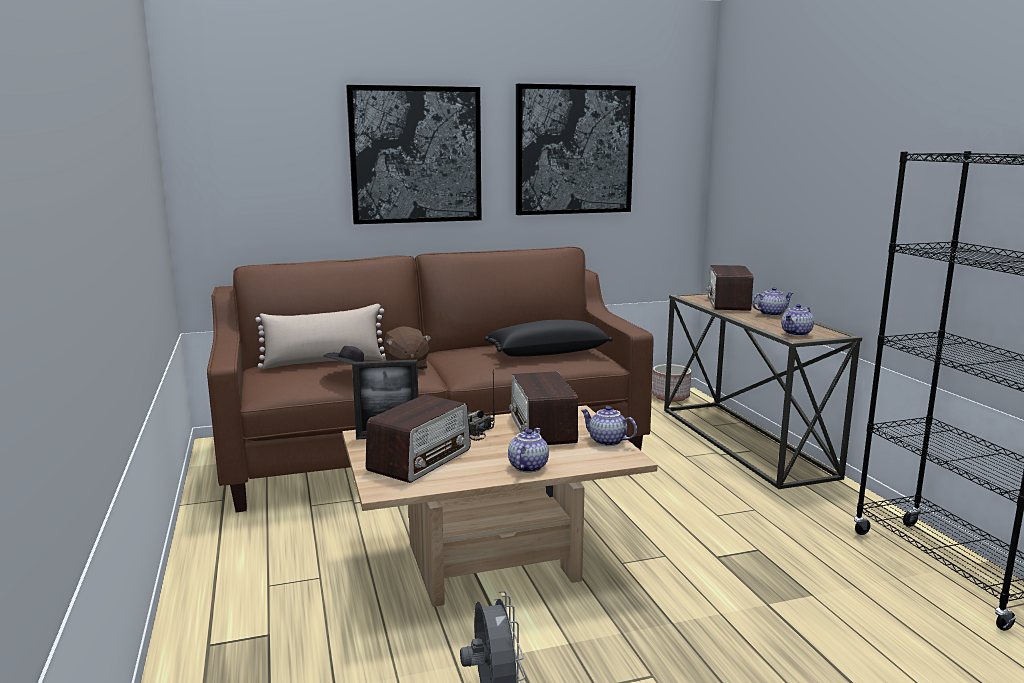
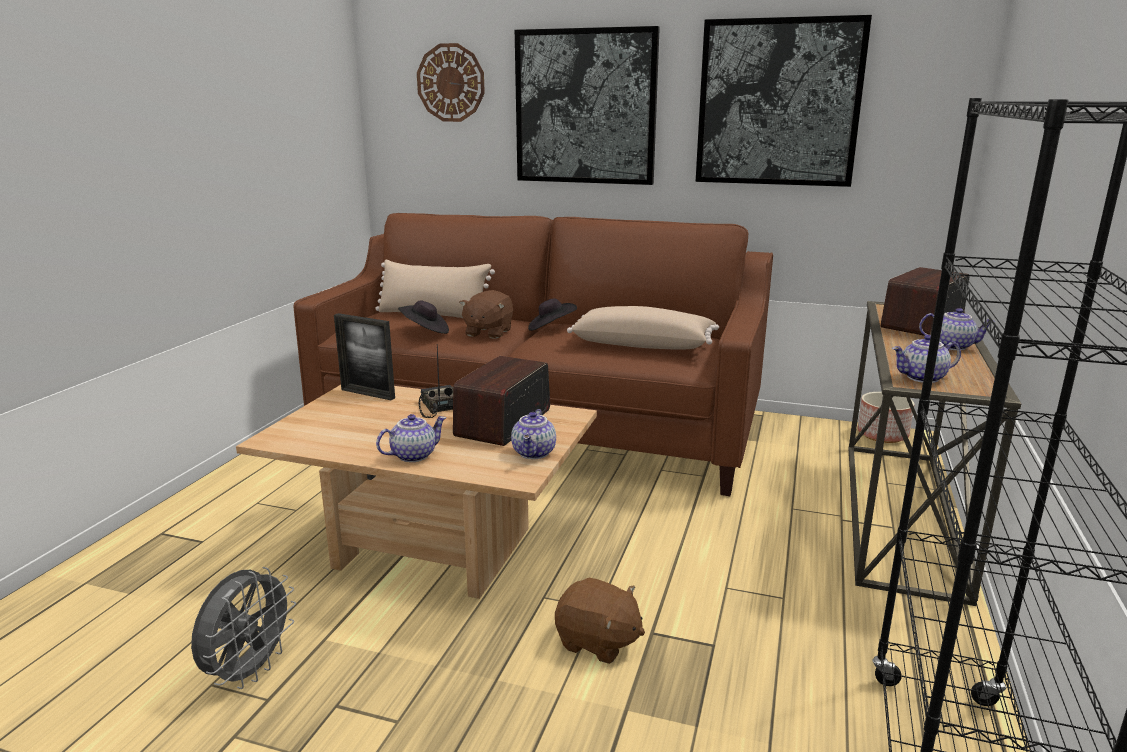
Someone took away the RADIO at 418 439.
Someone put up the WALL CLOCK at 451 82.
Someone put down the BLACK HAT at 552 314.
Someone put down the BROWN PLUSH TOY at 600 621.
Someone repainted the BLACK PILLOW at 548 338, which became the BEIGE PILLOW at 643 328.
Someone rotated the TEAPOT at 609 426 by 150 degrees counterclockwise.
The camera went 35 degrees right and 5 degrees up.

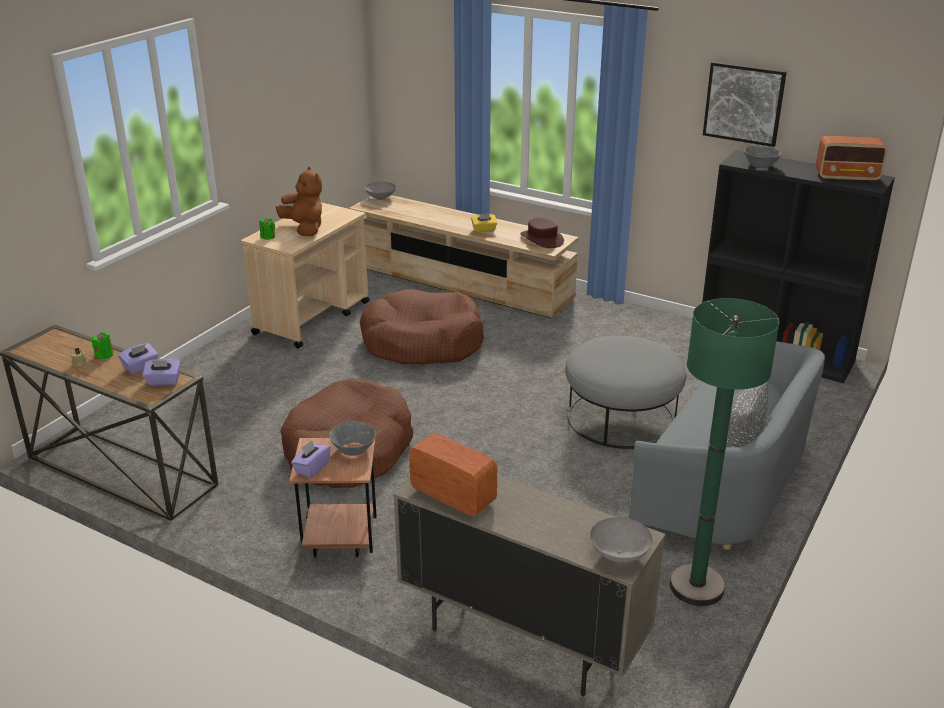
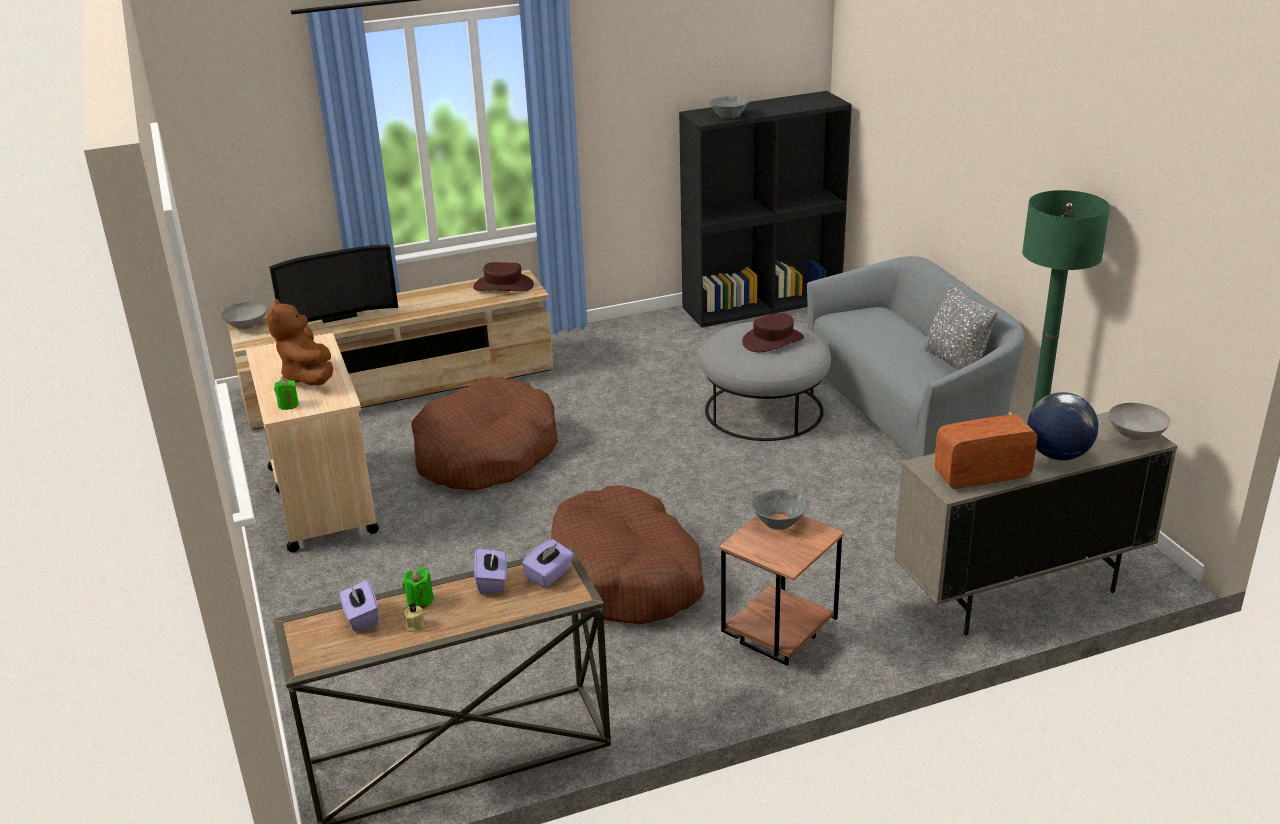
Someone took away the YELLOW TISSUE BOX at 484 223.
Someone took away the PICTURE at 745 104.
Someone took away the RADIO at 851 159.
Someone put down the TELEVISION at 333 284.
Someone put down the BROWN HAT at 773 332.
Someone put down the GLOBE at 1063 426.
Someone carried the PURPLE TISSUE BOX from 311 459 to 359 606.
Someone rotated the BROWN PLUSH TOY at 299 201 by 105 degrees counterclockwise.
The camera went 50 degrees left and 0 degrees up.

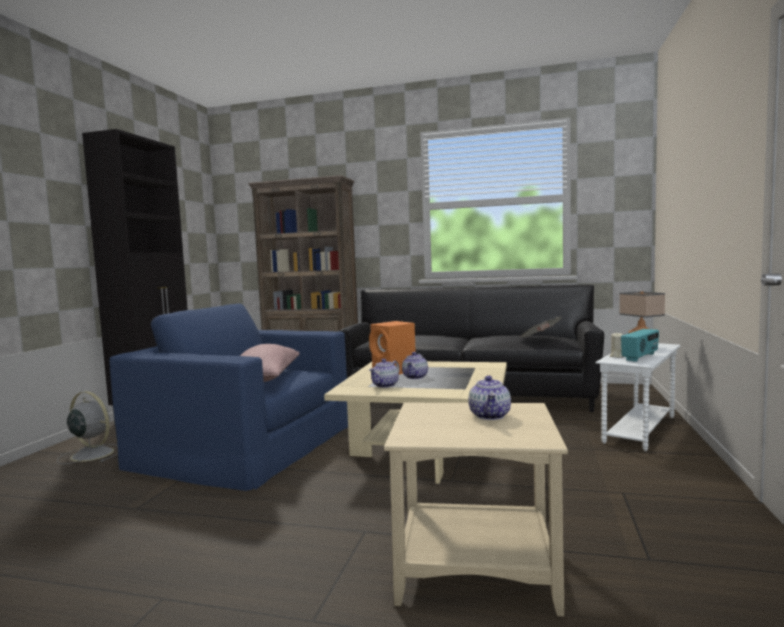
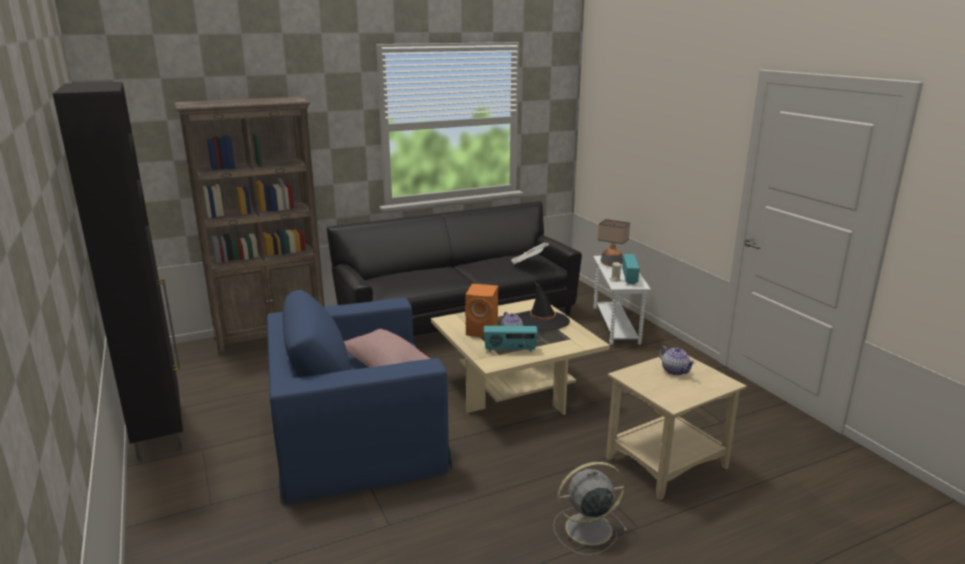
Someone put down the BLACK HAT at 544 306.
Someone carried the GREY FAN from 87 427 to 590 508.
Someone swapped the TEAPOT at 384 373 for the RADIO at 511 339.
The camera went 40 degrees left and 15 degrees up.

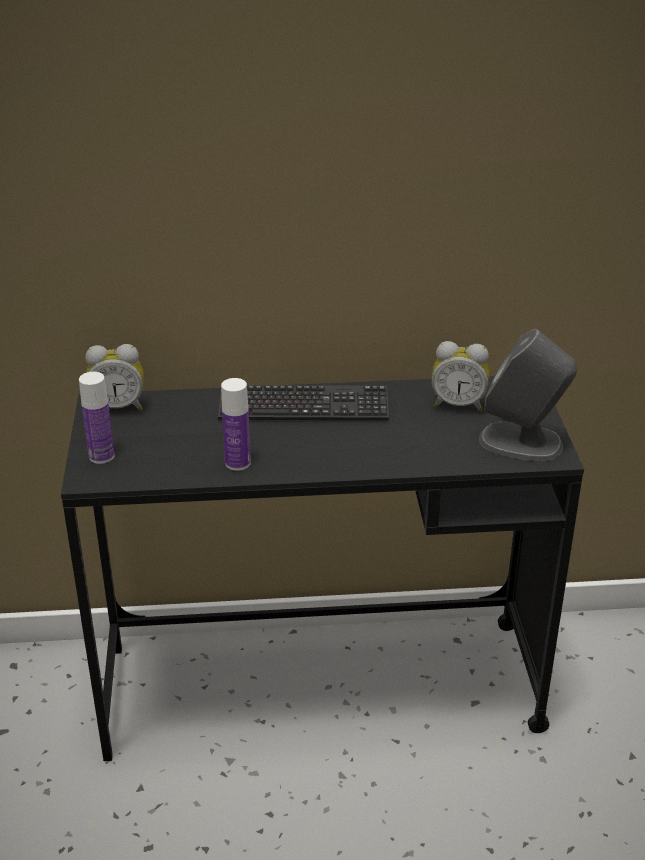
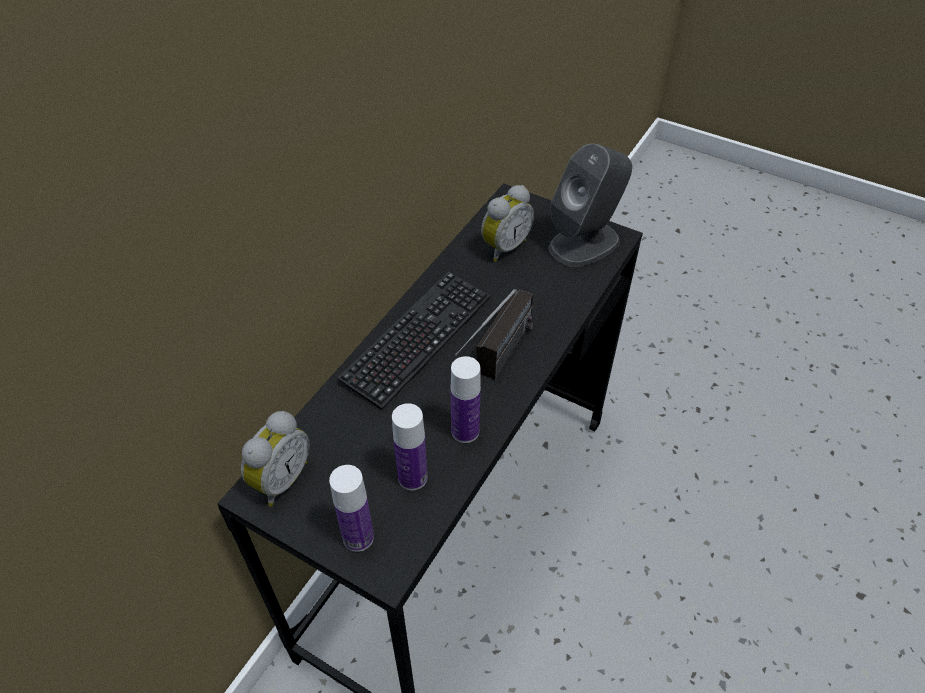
Someone put down the BOTTLE at 409 446.
Someone put down the RADIO at 494 334.
The camera went 55 degrees left and 15 degrees up.

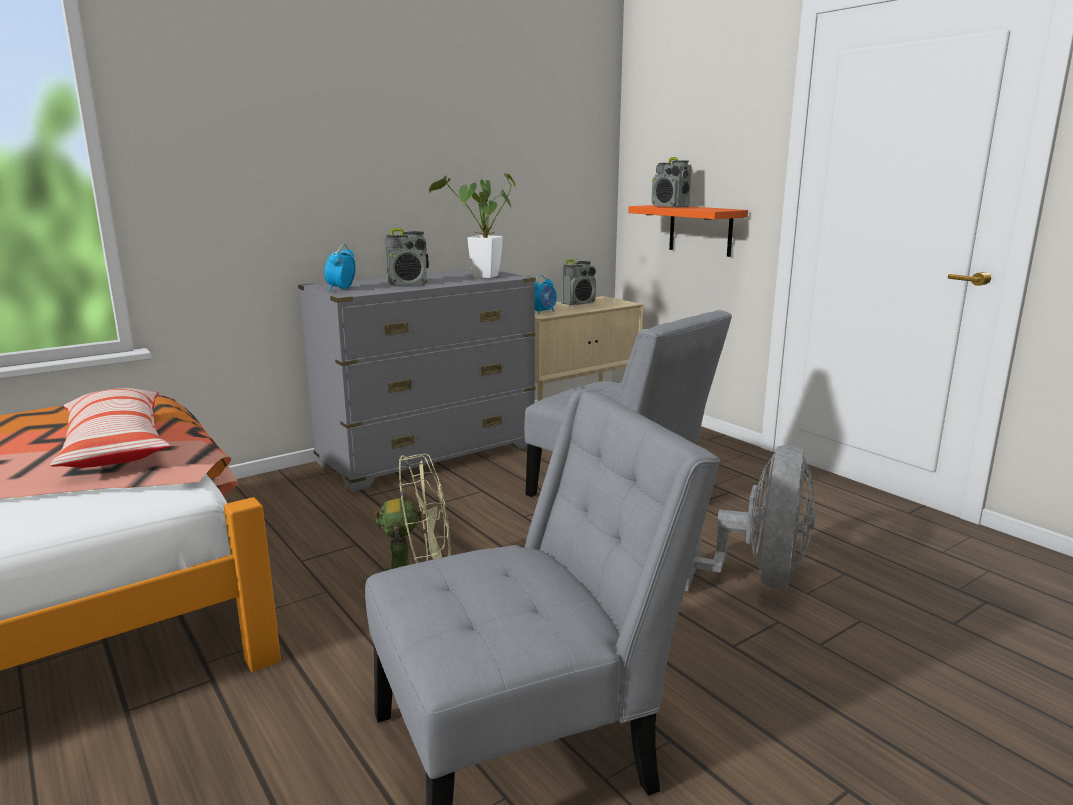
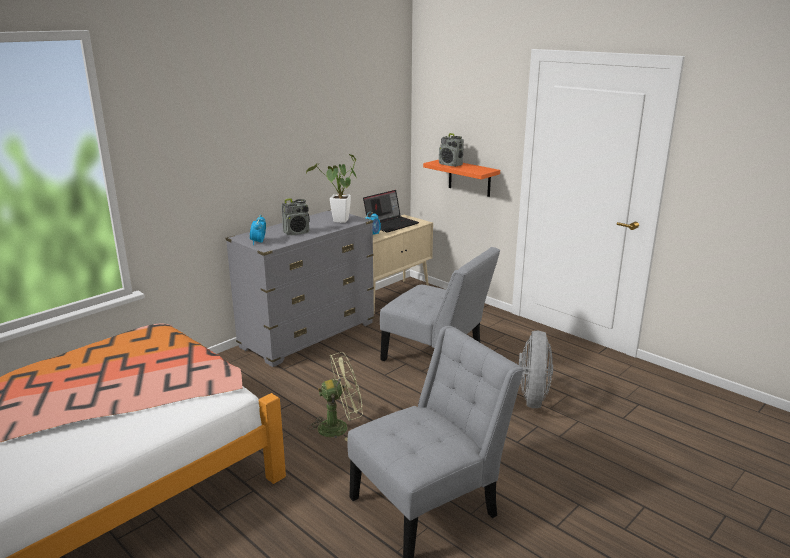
Someone took away the PILLOW at 110 428.
Someone swapped the RADIO at 578 282 for the LAPTOP at 391 211.
The camera went 10 degrees left and 5 degrees up.

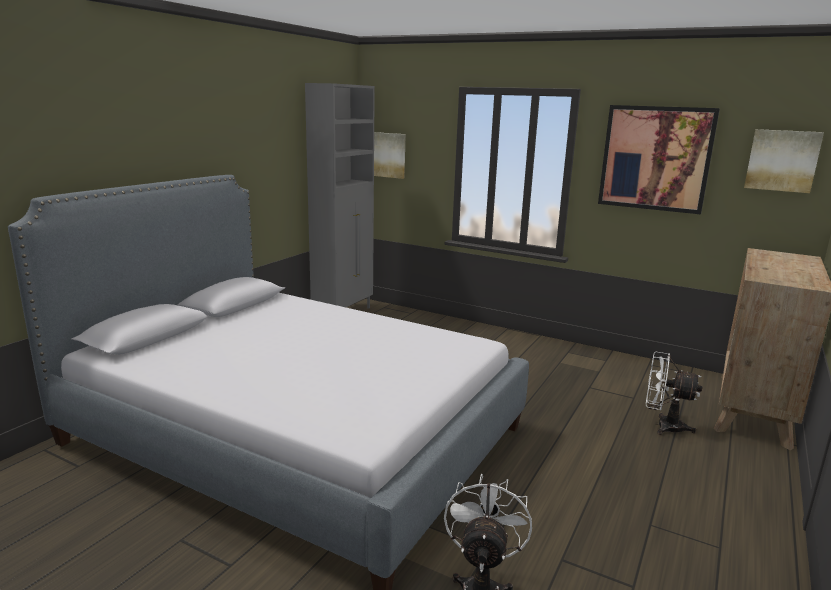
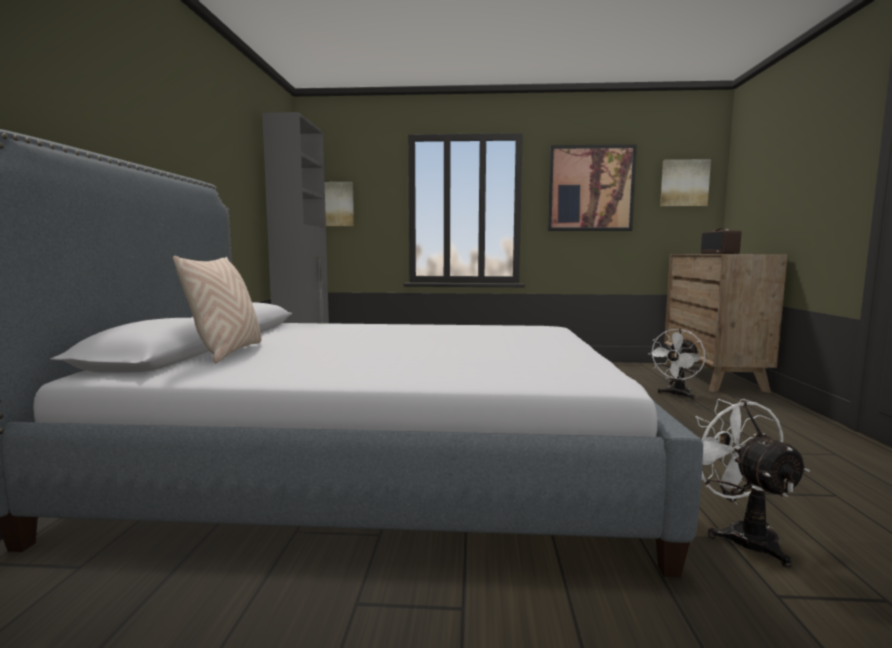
Someone put down the BEIGE PILLOW at 217 309.
Someone put down the RADIO at 721 241.
Someone rotated the WHITE FAN at 674 393 by 45 degrees counterclockwise.
The camera went 25 degrees left and 10 degrees down.

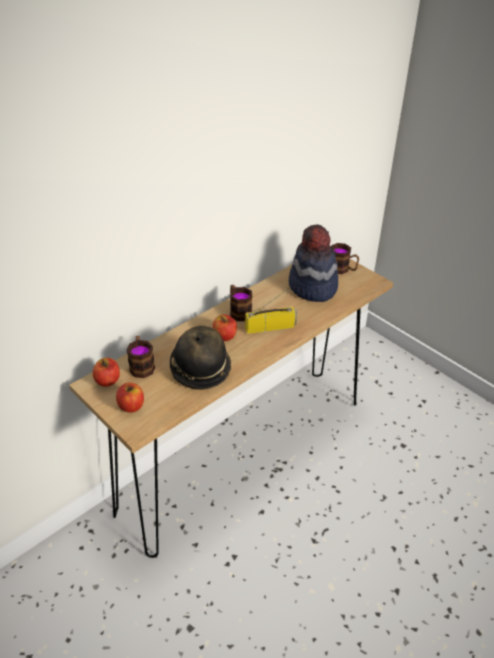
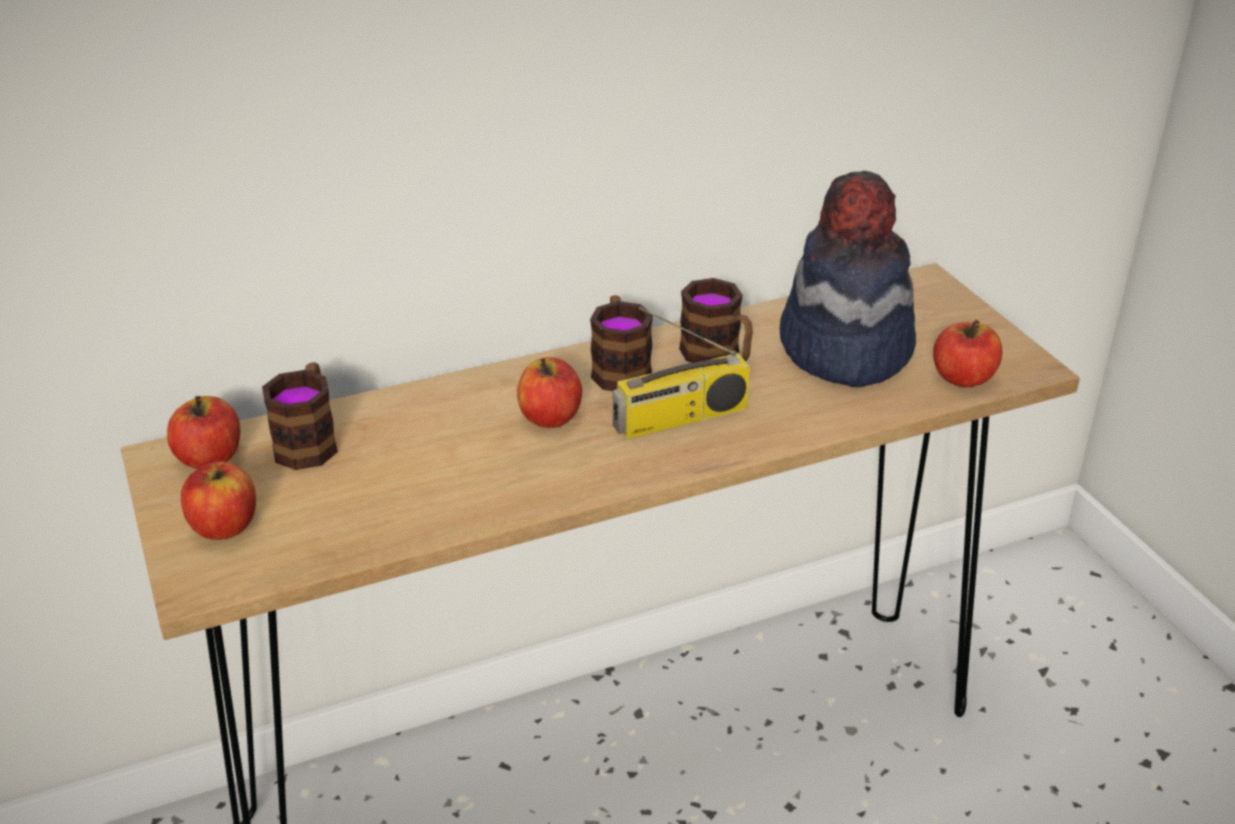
Someone took away the HAT at 200 358.
Someone put down the APPLE at 968 353.
Someone carried the MUG from 345 258 to 716 320.
Someone rotated the RADIO at 271 311 by 150 degrees clockwise.
The camera went 20 degrees right and 5 degrees down.

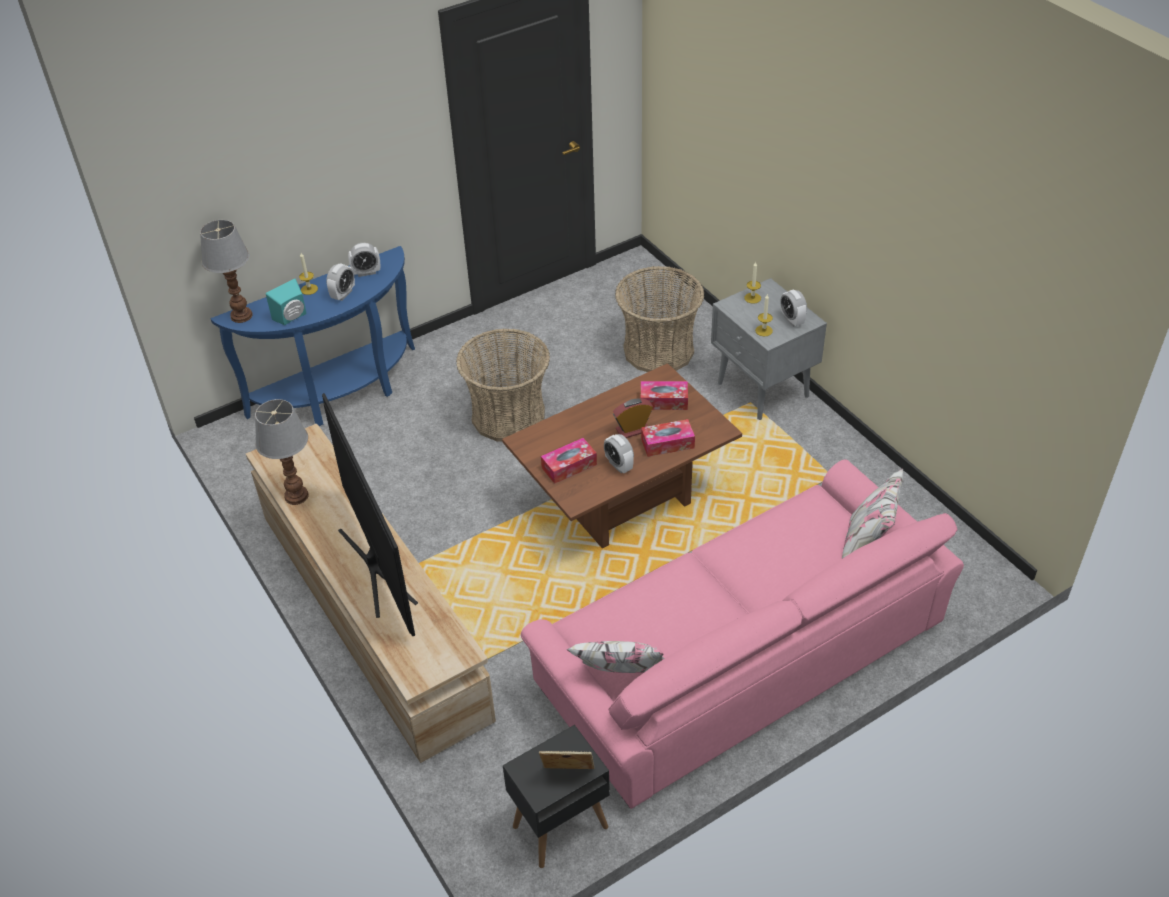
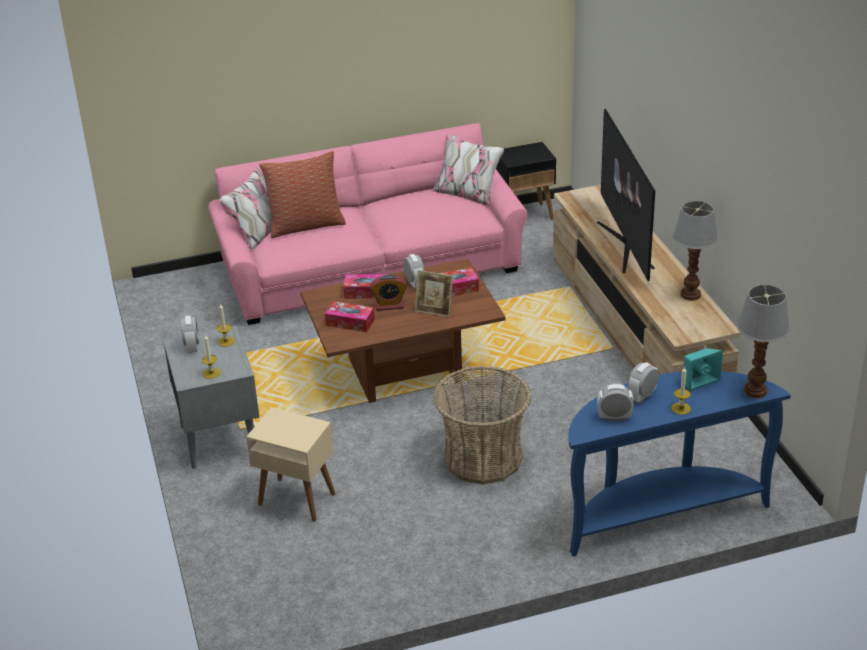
Someone put down the PILLOW at 302 194.
Someone carried the PICTURE FRAME from 566 760 to 434 293.
Someone swapped the BASKET at 659 319 for the BEIGE SIDE TABLE at 291 464.
The camera went 165 degrees left and 10 degrees down.

